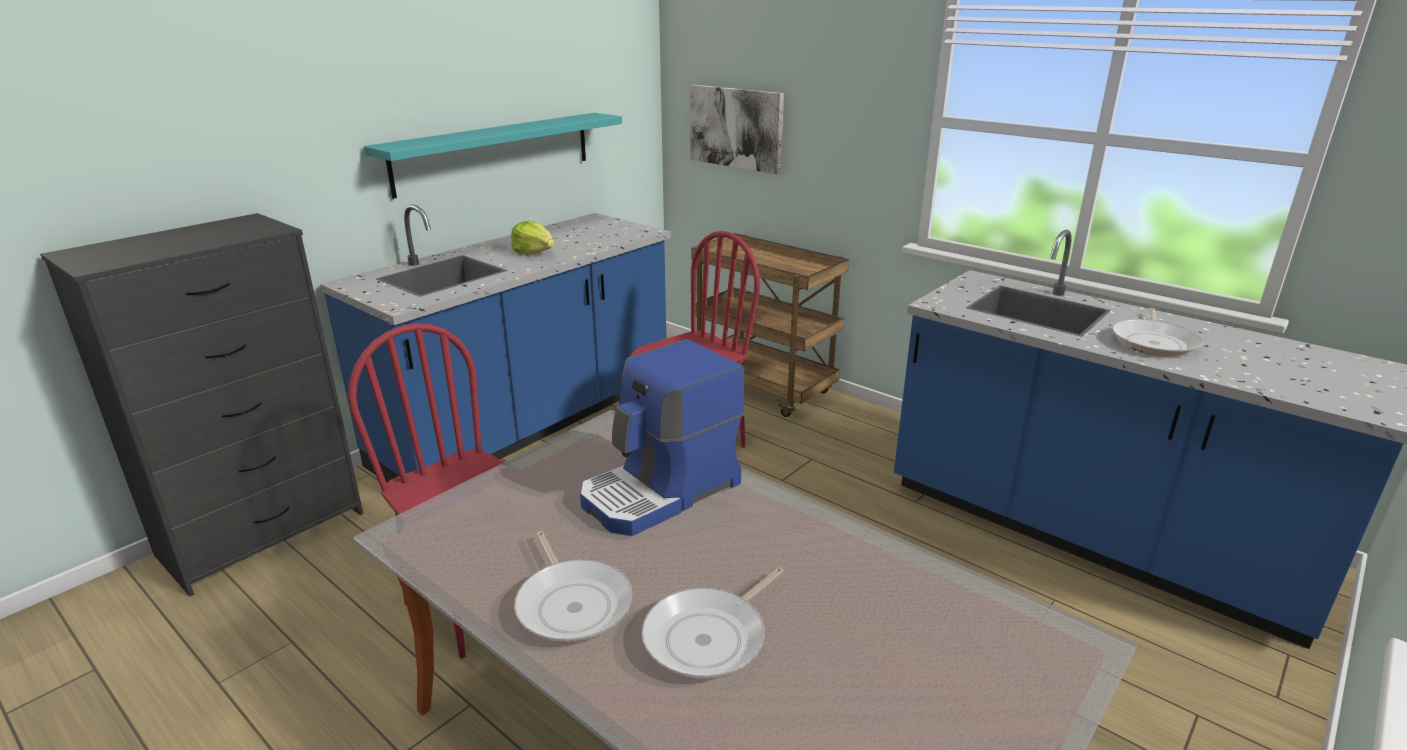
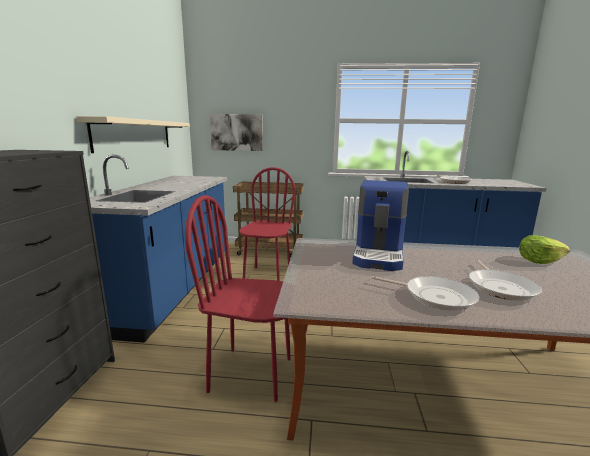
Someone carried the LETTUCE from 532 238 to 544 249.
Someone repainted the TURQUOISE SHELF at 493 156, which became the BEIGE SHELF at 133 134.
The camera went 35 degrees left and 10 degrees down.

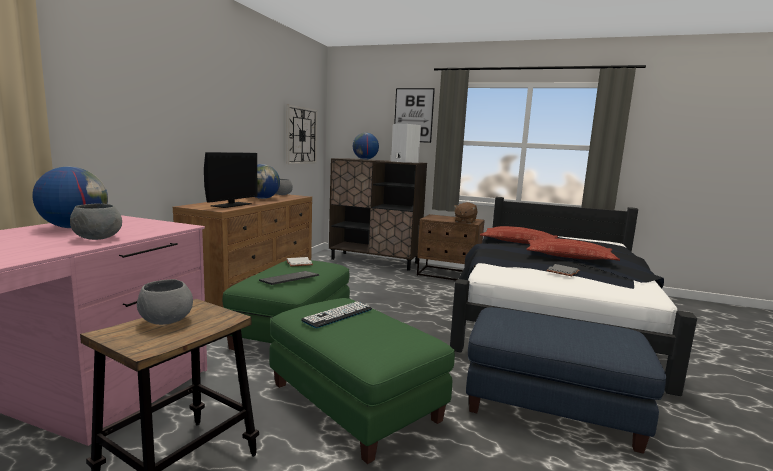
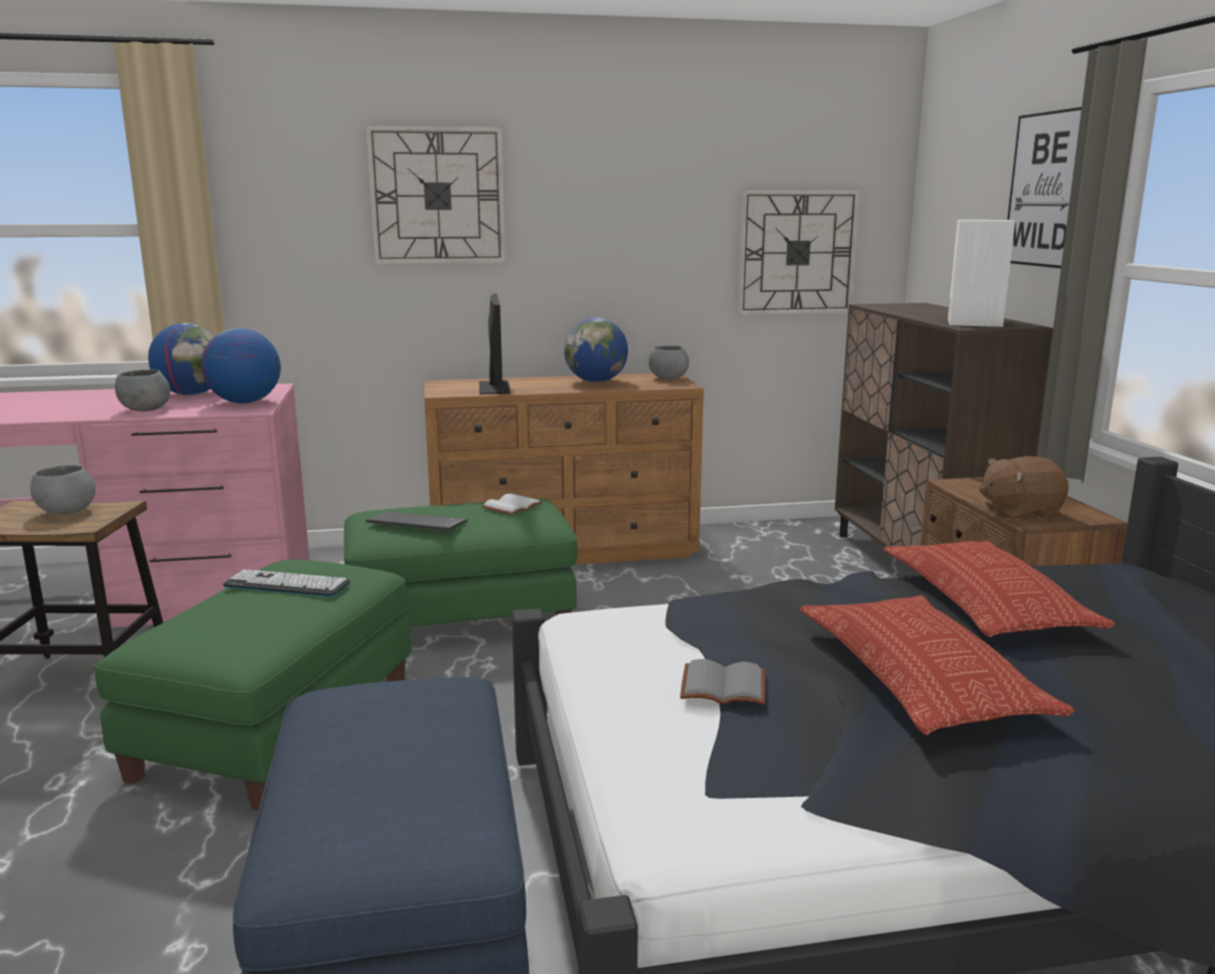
Someone put up the WALL CLOCK at 436 194.
Someone carried the GLOBE from 366 146 to 241 365.
Someone rotated the MONITOR at 231 180 by 90 degrees counterclockwise.
The camera went 60 degrees right and 5 degrees up.

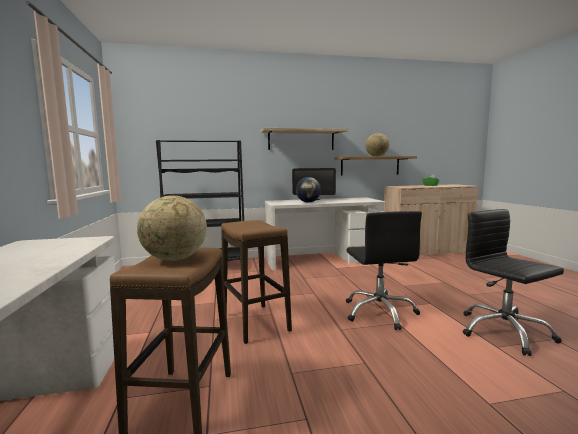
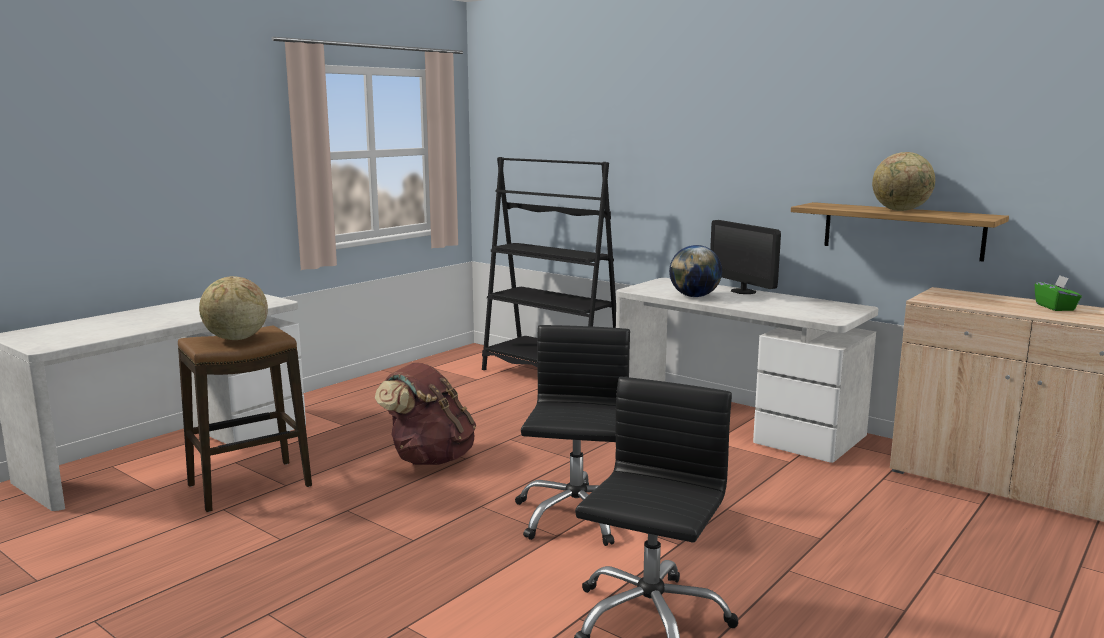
Someone took away the SHELF at 304 139.
Someone swapped the STOOL at 256 282 for the BROWN BACKPACK at 425 414.
Someone rotated the BLACK OFFICE CHAIR at 384 270 by 150 degrees clockwise.
The camera went 50 degrees right and 5 degrees up.

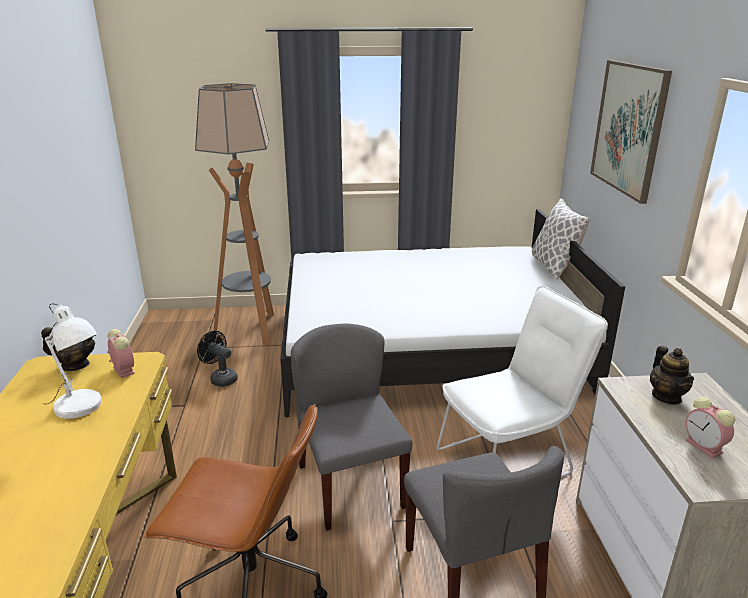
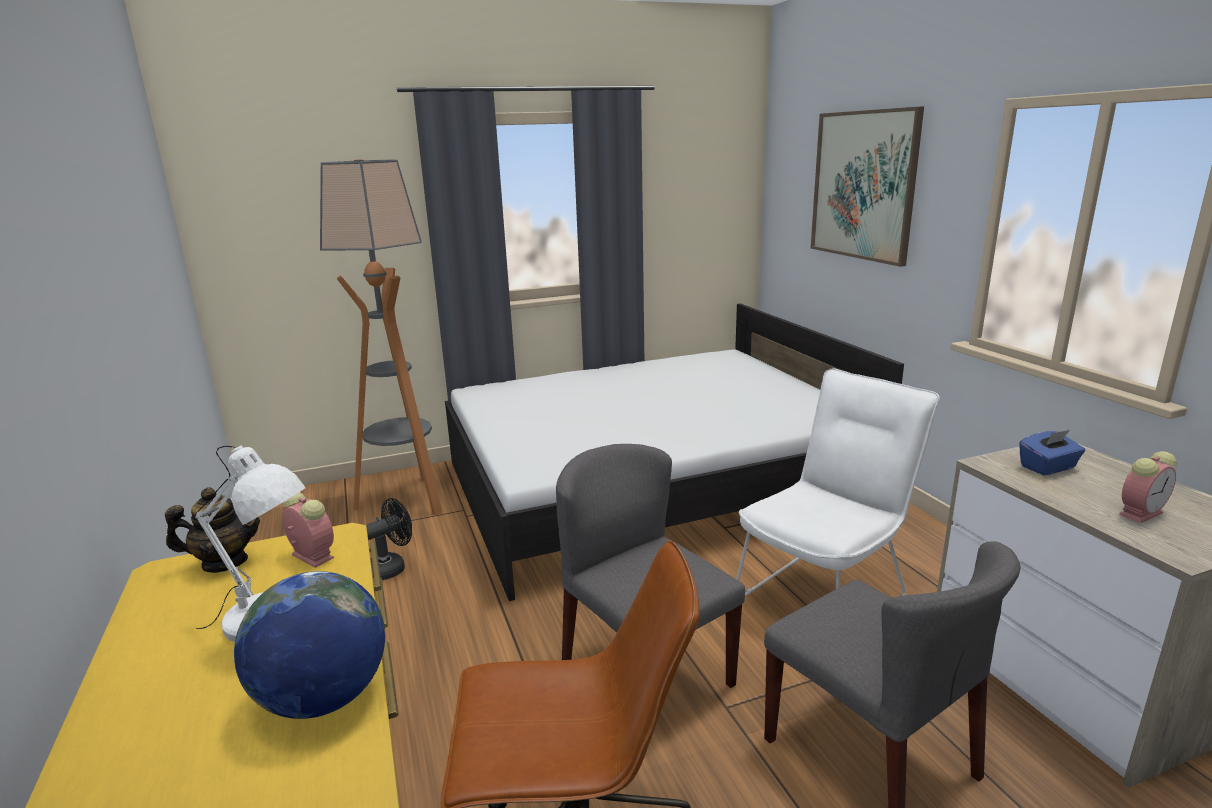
Someone took away the PILLOW at 561 238.
Someone put down the GLOBE at 309 645.
Someone swapped the TEAPOT at 672 375 for the BLUE TISSUE BOX at 1052 452.
Someone rotated the BLACK FAN at 217 359 by 120 degrees clockwise.
Someone rotated the ALARM CLOCK at 710 427 by 75 degrees counterclockwise.
The camera went 15 degrees left and 5 degrees down.

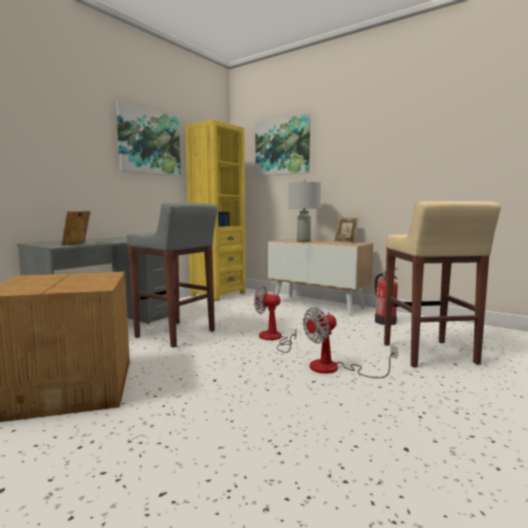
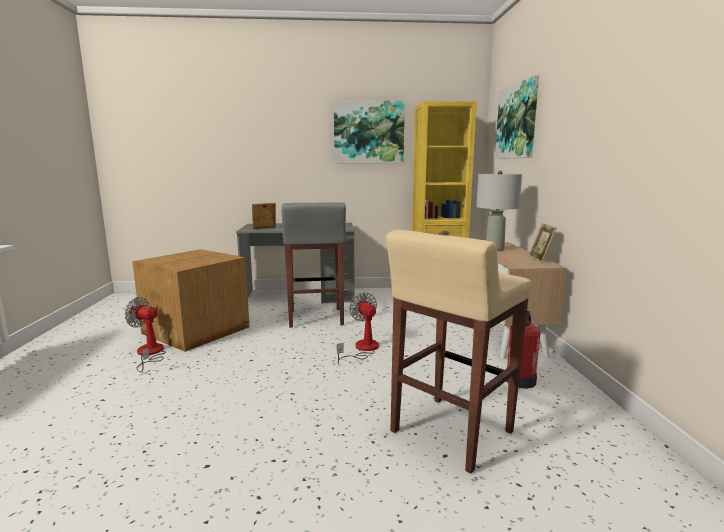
Someone carried the FAN from 350 342 to 145 334.
The camera went 50 degrees right and 5 degrees up.

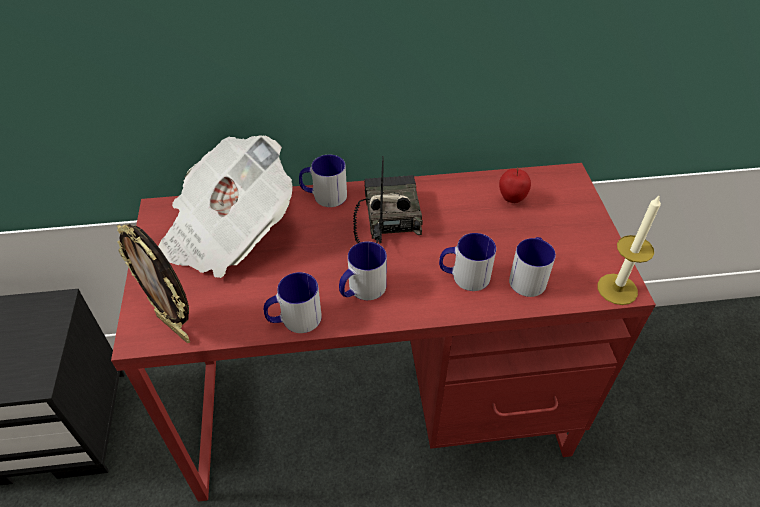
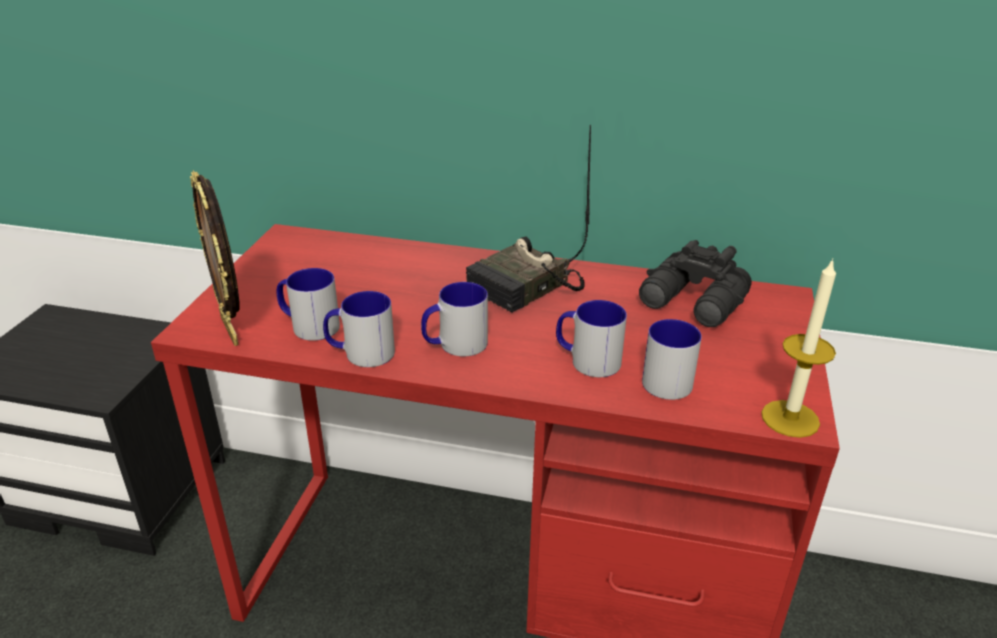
Someone took away the NEWSPAPER at 225 206.
Someone carried the MUG from 323 181 to 308 304.
Someone swapped the APPLE at 515 185 for the BLACK BINOCULARS at 695 283.
Someone rotated the RADIO at 388 200 by 150 degrees counterclockwise.
The camera went 20 degrees right and 15 degrees down.

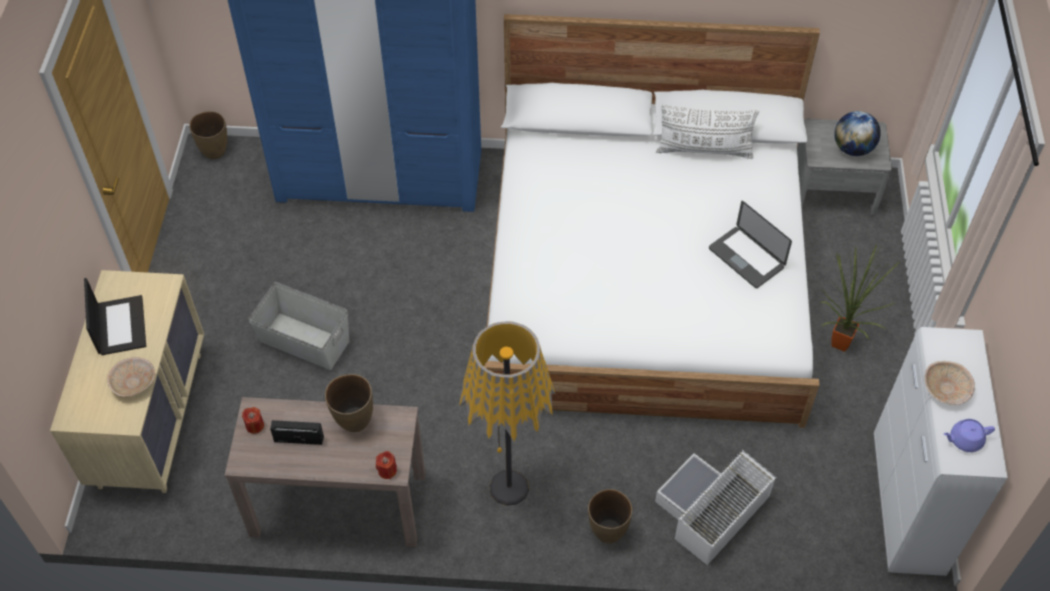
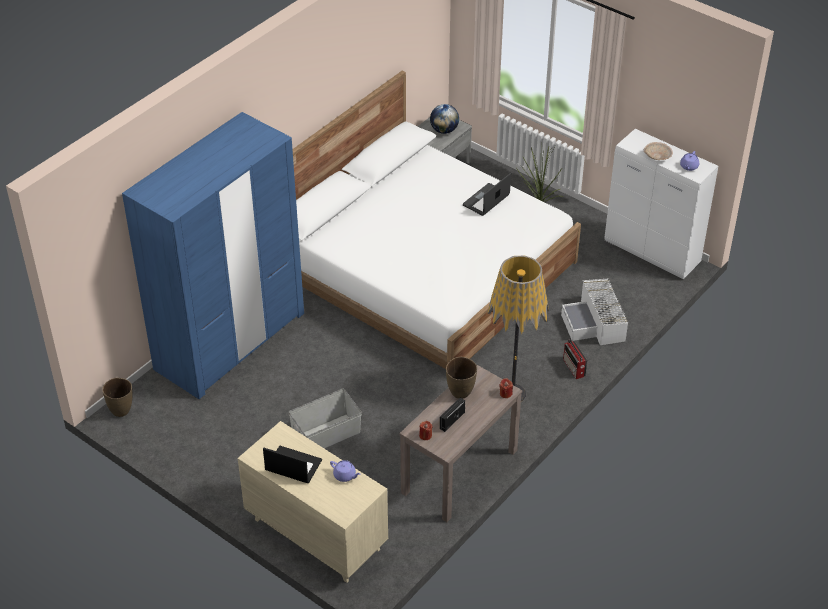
Someone took away the WHITE PILLOW at 707 132.
Someone swapped the BEIGE BOWL at 131 377 for the PURPLE TEAPOT at 345 471.
Someone swapped the BROWN VASE at 610 516 for the RADIO at 575 359.
Someone rotated the LAPTOP at 750 244 by 135 degrees clockwise.
The camera went 55 degrees left and 10 degrees down.

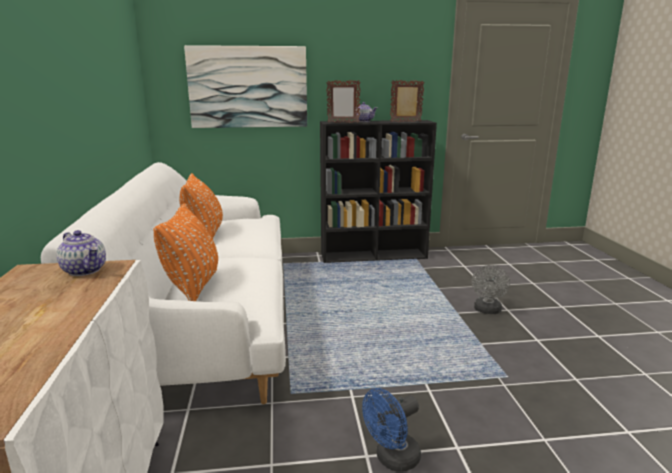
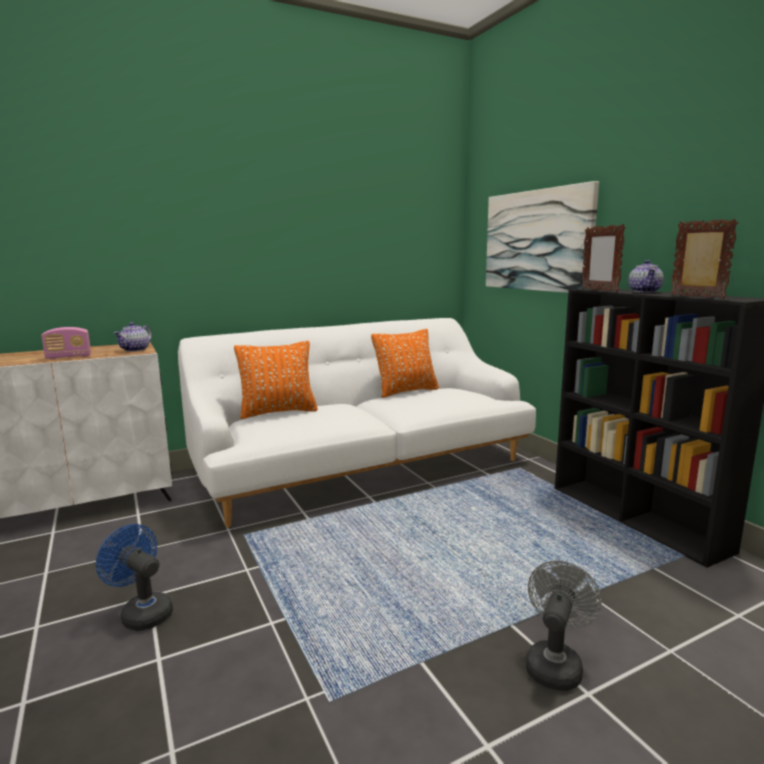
Someone put down the RADIO at 66 343.
Someone rotated the GREY FAN at 491 289 by 120 degrees clockwise.
The camera went 70 degrees right and 5 degrees down.

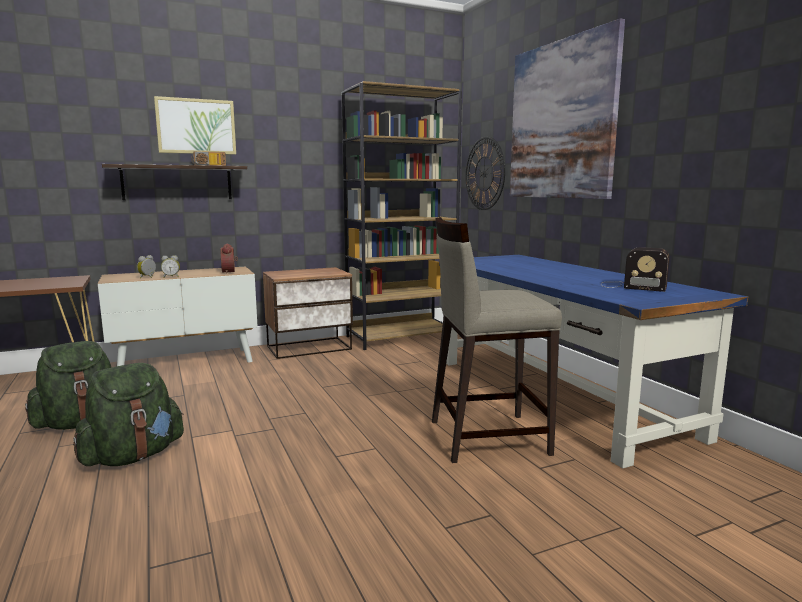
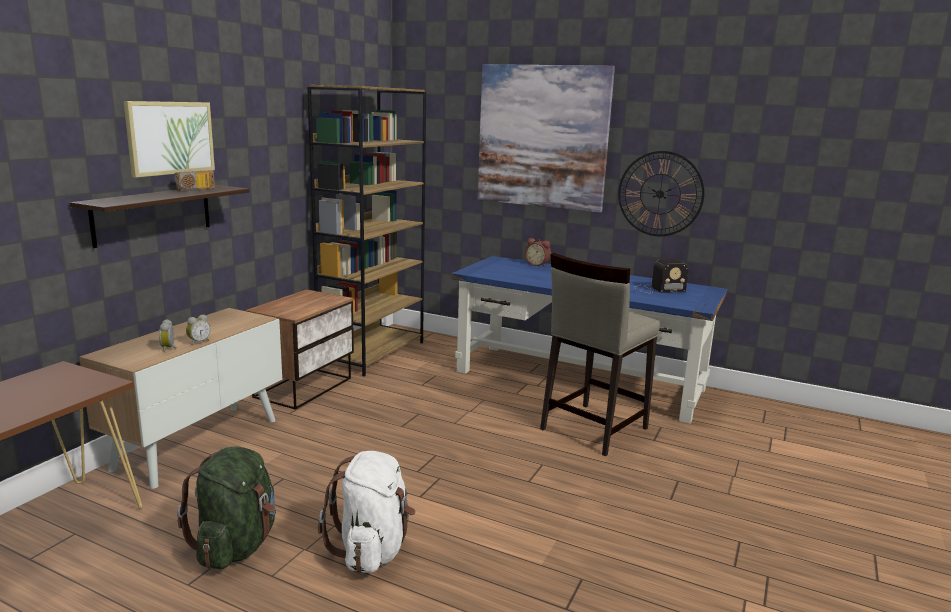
Someone carried the ALARM CLOCK from 229 259 to 538 252.
Someone carried the WALL CLOCK from 485 173 to 661 193.
Someone repainted the GREEN BACKPACK at 128 414, which became the WHITE BACKPACK at 367 512.
The camera went 40 degrees left and 5 degrees up.

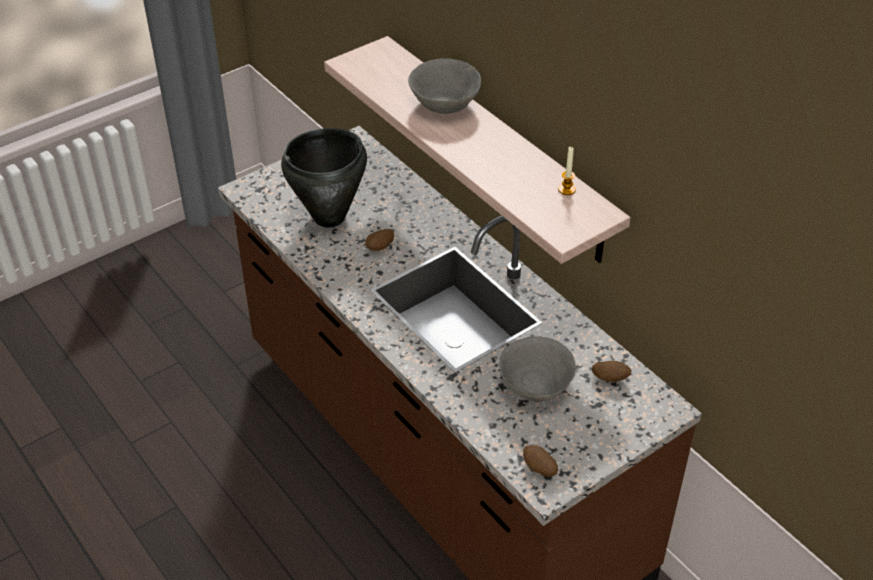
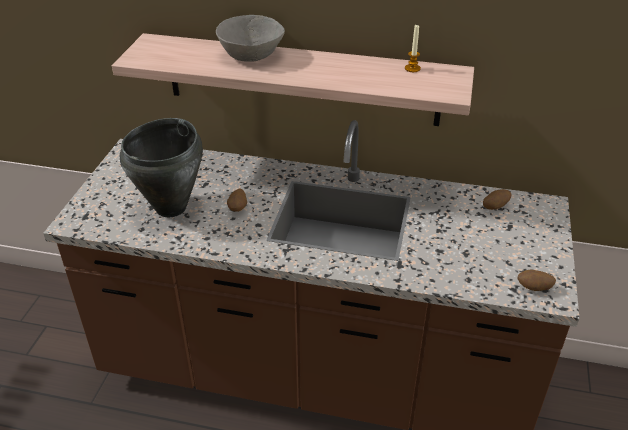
Someone took away the GREY BOWL at 537 369.
The camera went 40 degrees left and 5 degrees down.

